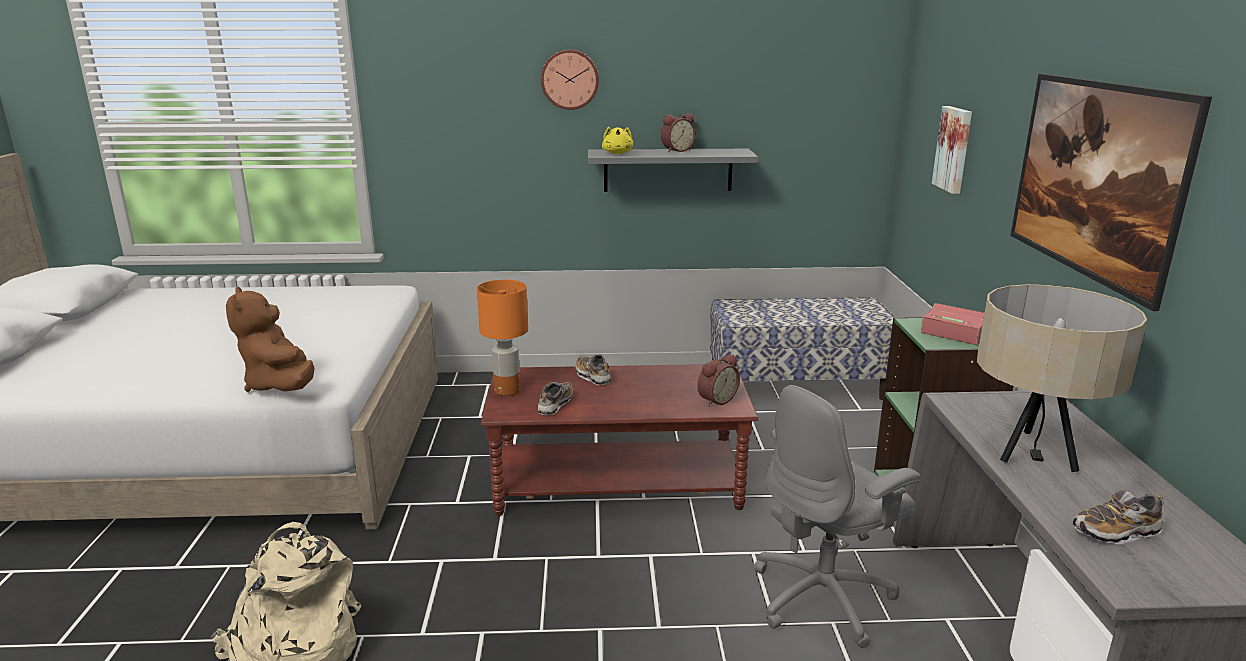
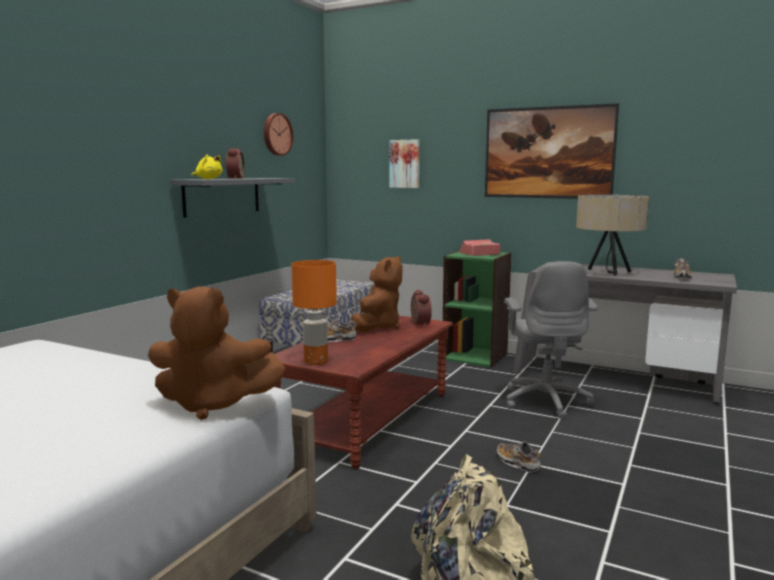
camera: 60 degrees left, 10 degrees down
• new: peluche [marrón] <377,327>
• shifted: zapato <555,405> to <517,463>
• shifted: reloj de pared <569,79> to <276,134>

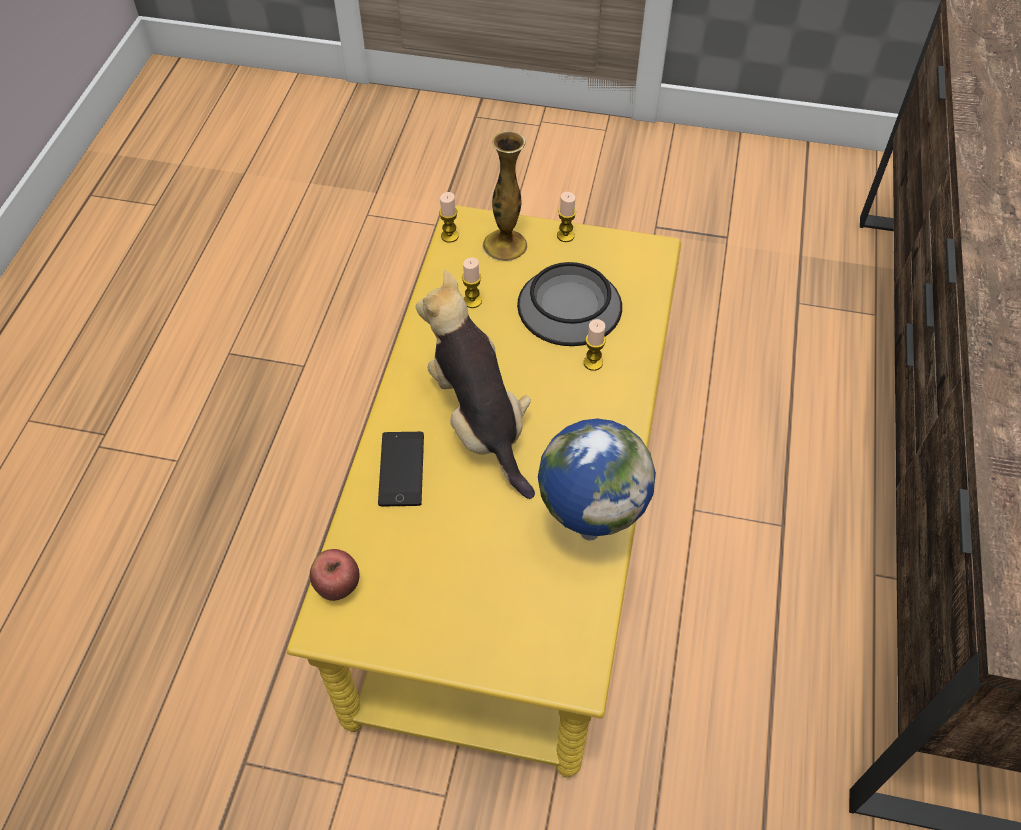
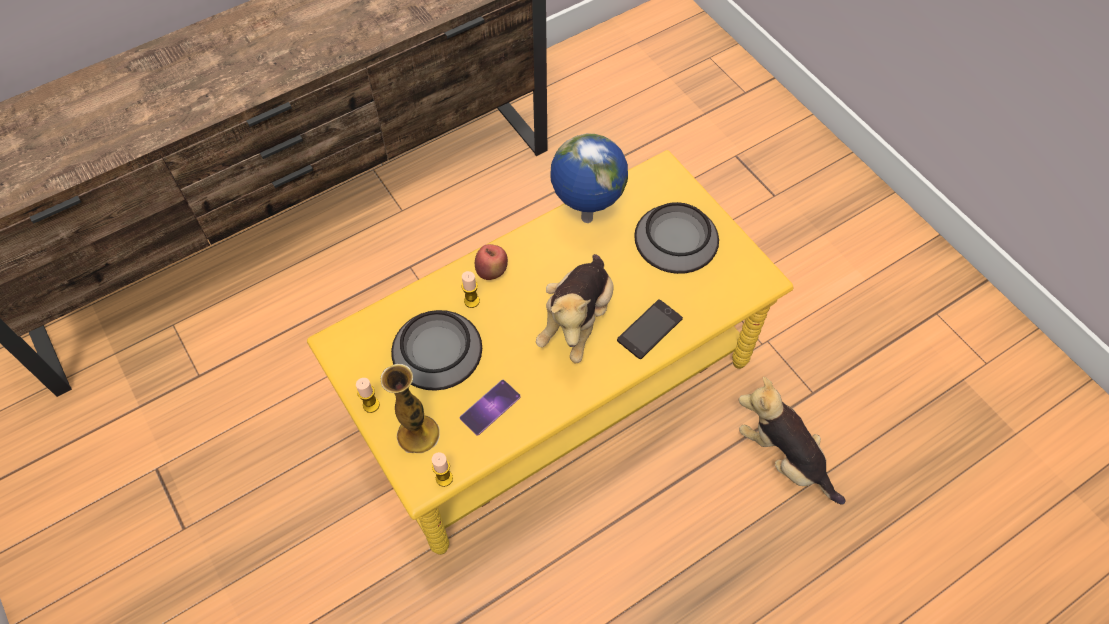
camera: 135 degrees left, 5 degrees up
• new: cuenco <676,238>
• new: peluche <784,458>
• shifted: manzana <338,586> to <492,272>
• swapped: vela <472,301> to móvil <490,407>

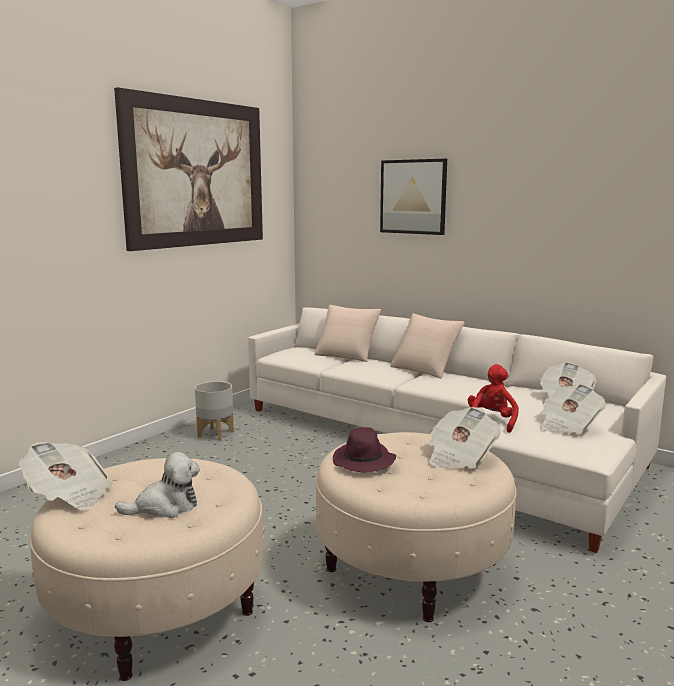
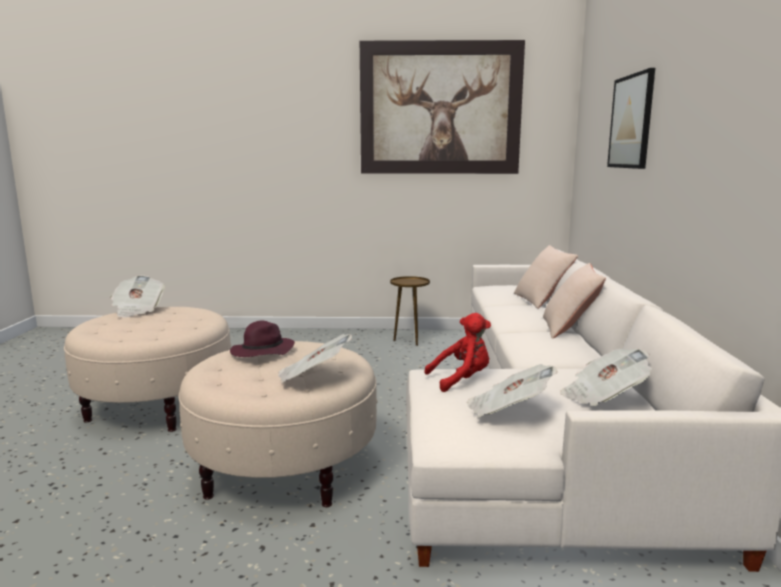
camera: 55 degrees right, 0 degrees up
• gone: peluche <165,507>
• swapped: maceta [gris] <215,434> to mesa auxiliar [marrón] <409,341>

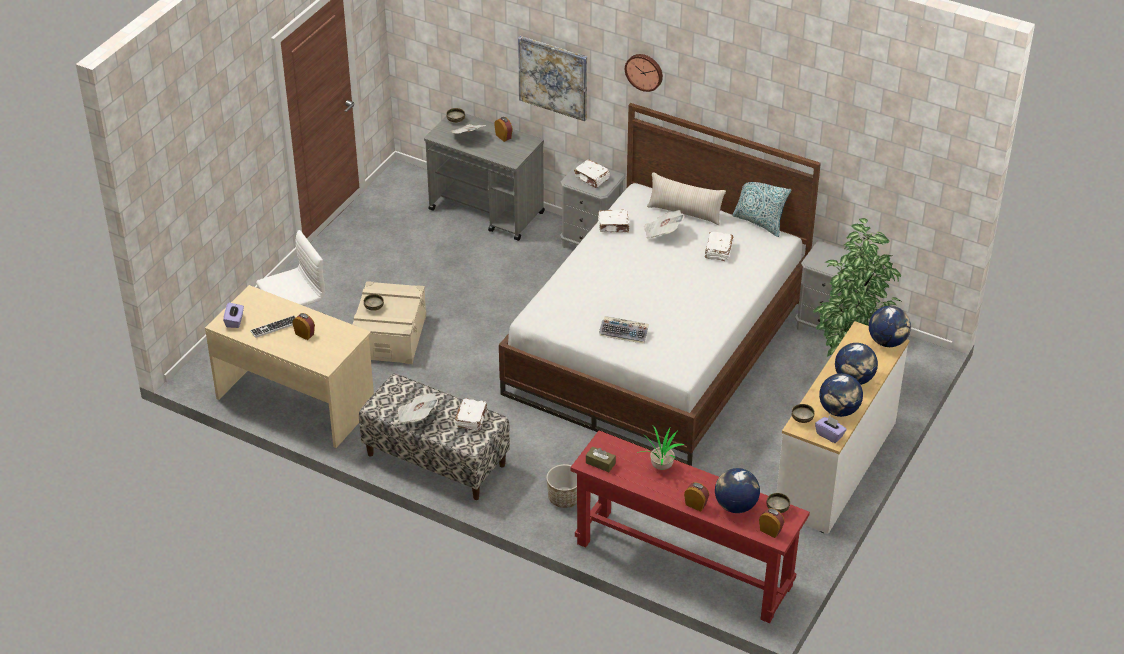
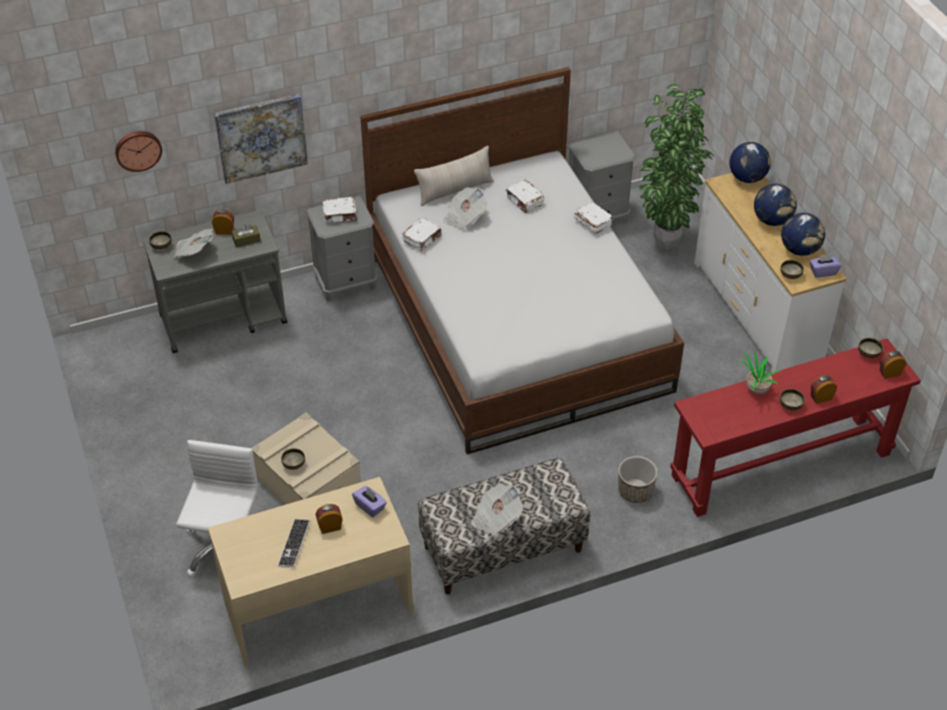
camera: 50 degrees left, 5 degrees up
• gone: teclado <624,333>
• gone: globo terráqueo <735,506>
• gone: cojín <759,222>
• new: cuenco <790,405>
• shifted: caja de pañuelos [morado] <235,321> to <370,506>
• shifted: libro [blanco] <472,419> to <592,222>
• shifted: caja de pañuelos [marrón] <600,463> to <246,240>
• shifted: reloj de pared <644,71> to <138,149>

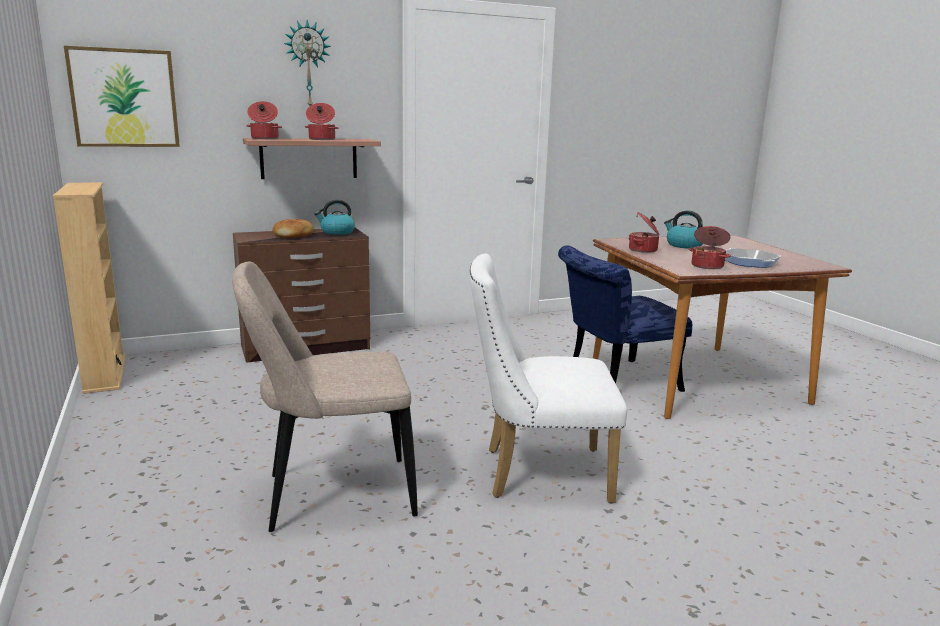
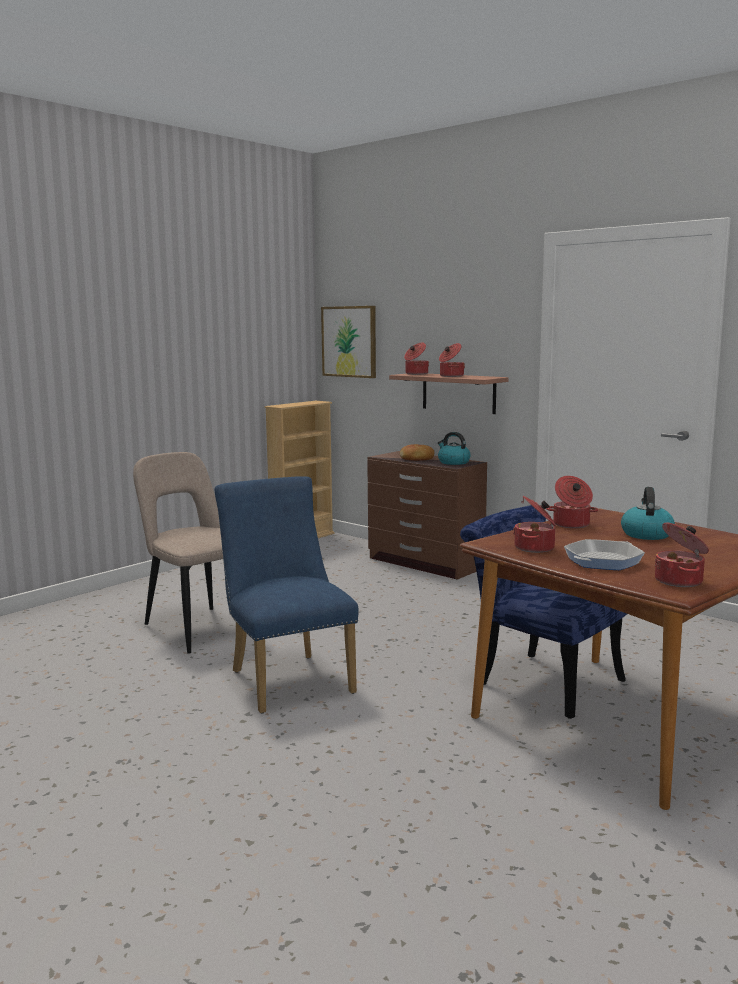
camera: 65 degrees right, 5 degrees down
• gone: reloj de pared <308,65>
• new: olla <680,581>
• repainted: silla [blanco] <536,473> to silla [azul] <287,678>

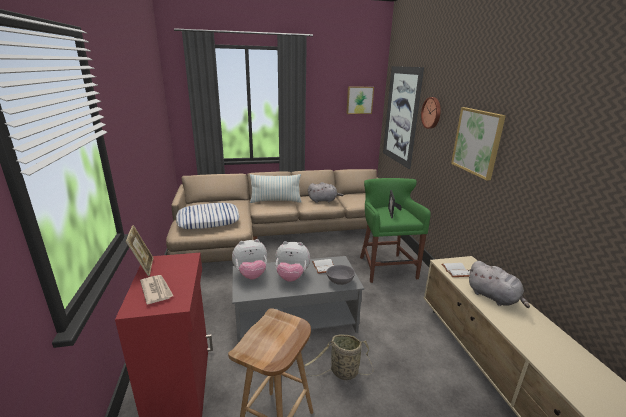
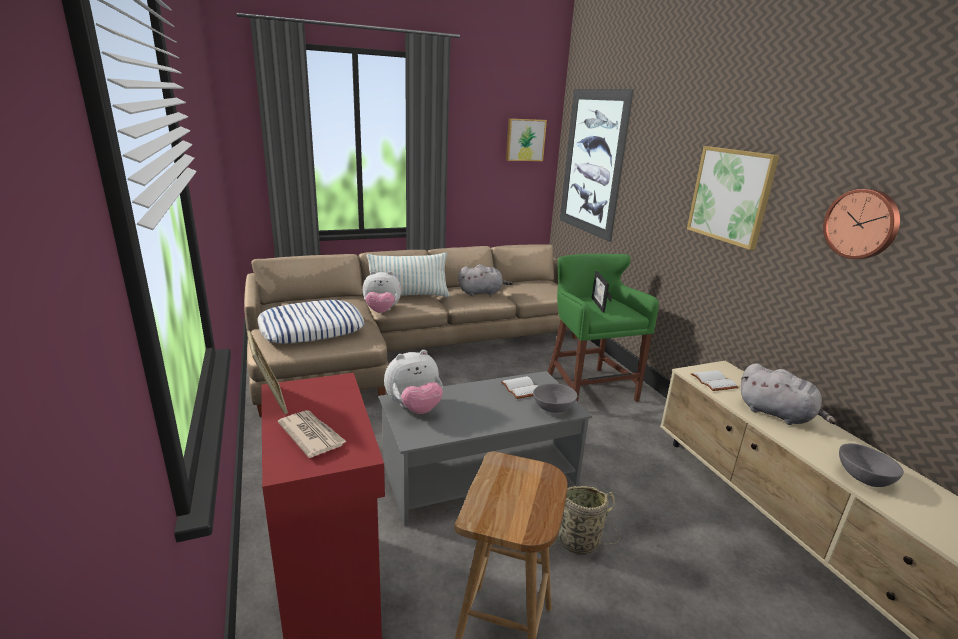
camera: 10 degrees left, 0 degrees up
• new: cuenco [gris] <863,477>
• shifted: peluche <291,277> to <381,311>
• shifted: reloj de pared <432,113> to <862,224>

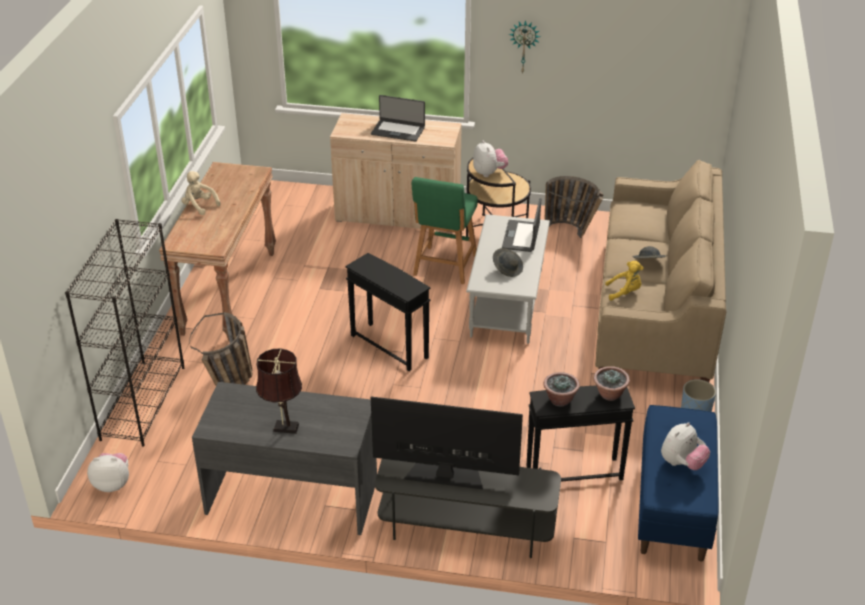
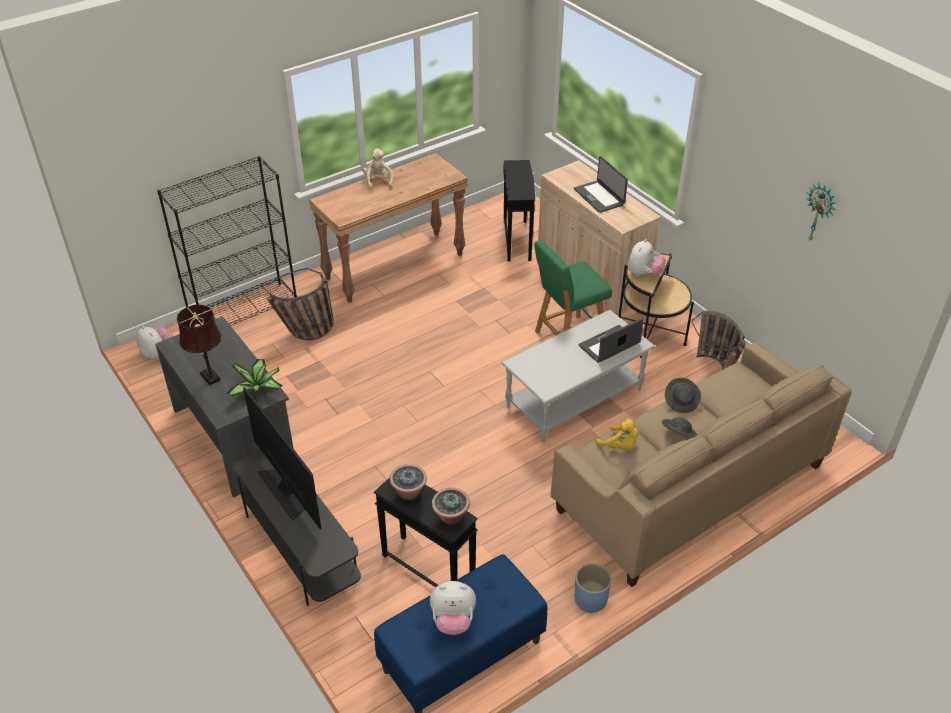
camera: 45 degrees right, 5 degrees up
• new: planta en maceta <257,387>
• shifted: mesa auxiliar [negro] <389,346> to <517,240>
• shifted: sombrero [gris] <507,269> to <681,401>
• shifted: reloj de pared <524,46> to <819,212>

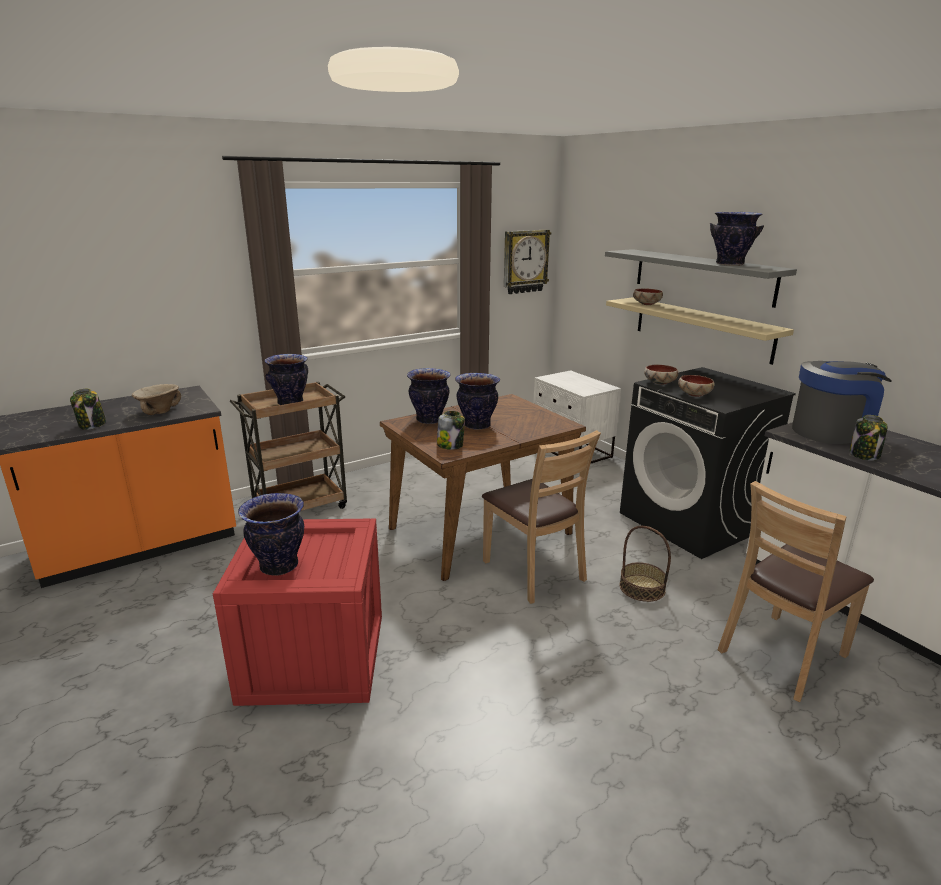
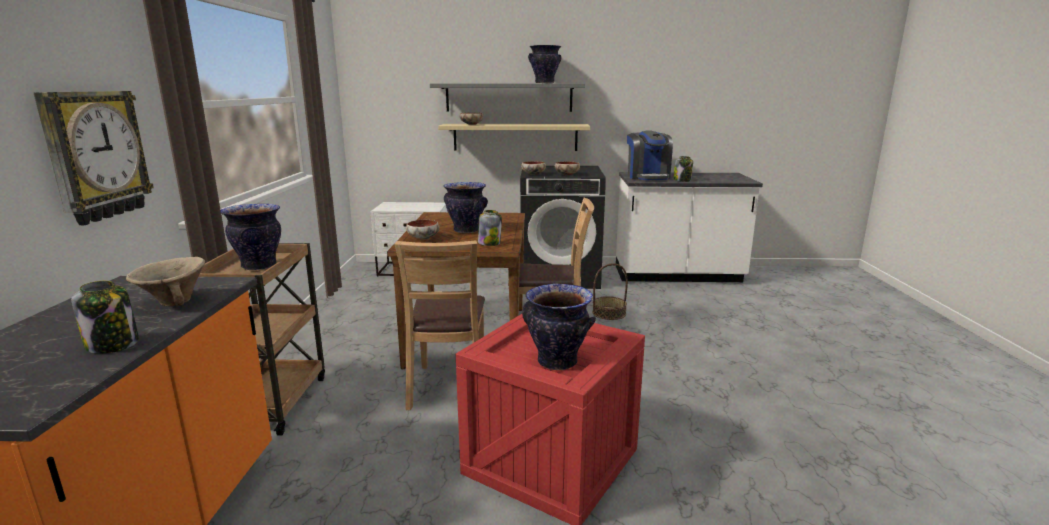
camera: 55 degrees left, 5 degrees down
• shifted: reloj de pared <525,261> to <95,155>
• shifted: silla [marrón] <782,655> to <449,387>
• swapped: florero <430,420> to cuenco <423,238>
• rotated: cafetera <832,432> = <648,177> 150 degrees clockwise

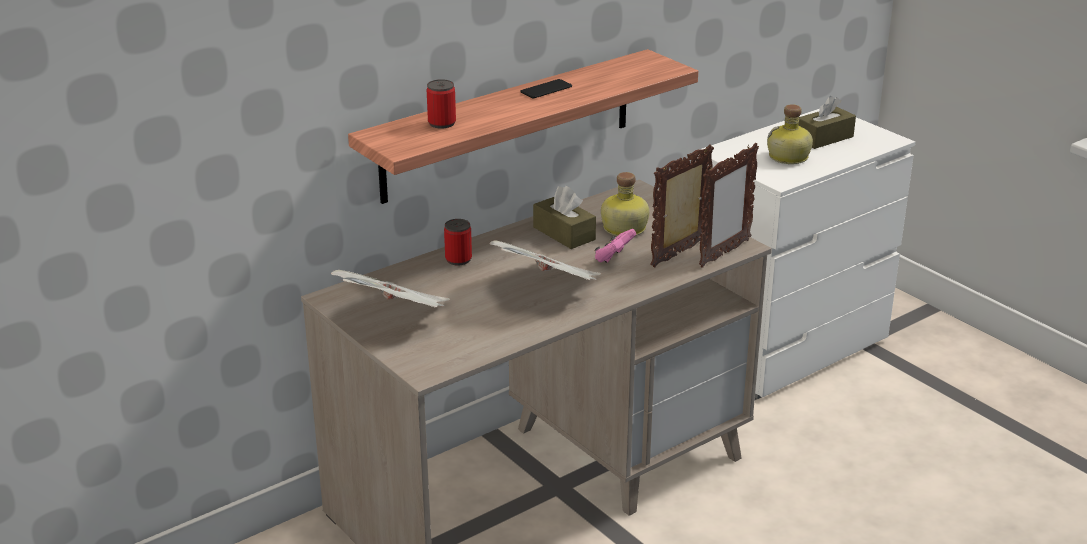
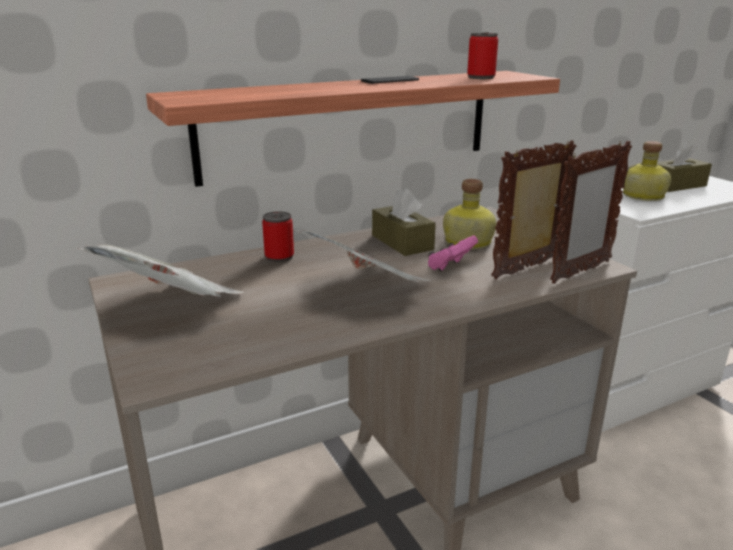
camera: 10 degrees right, 5 degrees down
• shifted: lata <442,123> to <481,77>

